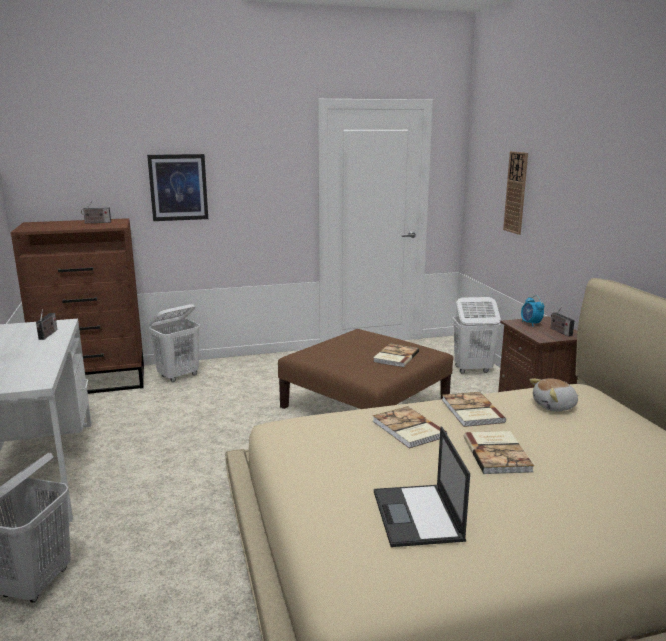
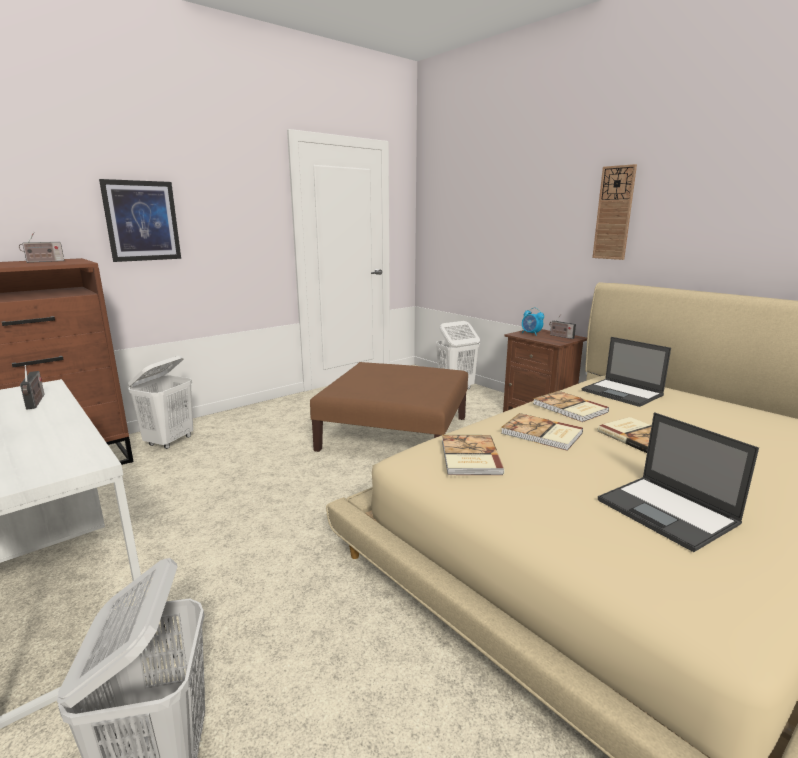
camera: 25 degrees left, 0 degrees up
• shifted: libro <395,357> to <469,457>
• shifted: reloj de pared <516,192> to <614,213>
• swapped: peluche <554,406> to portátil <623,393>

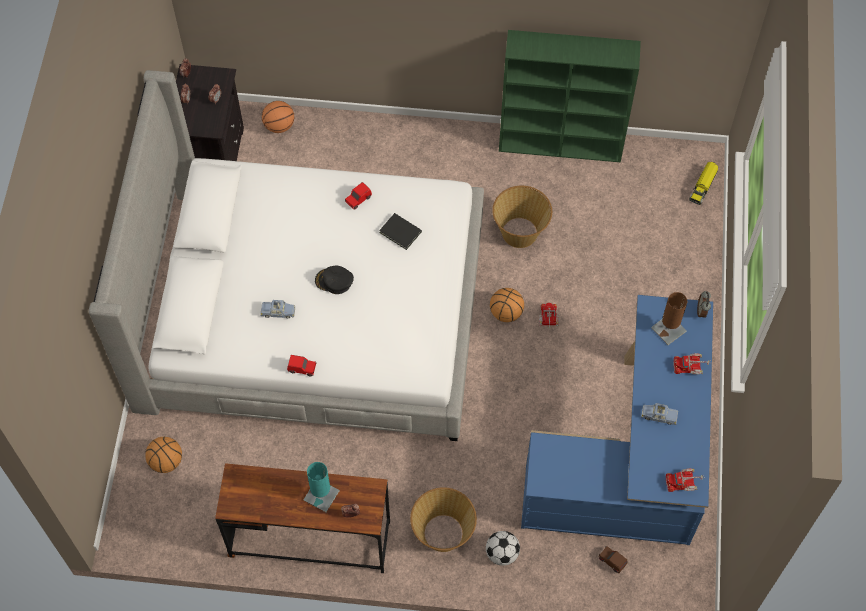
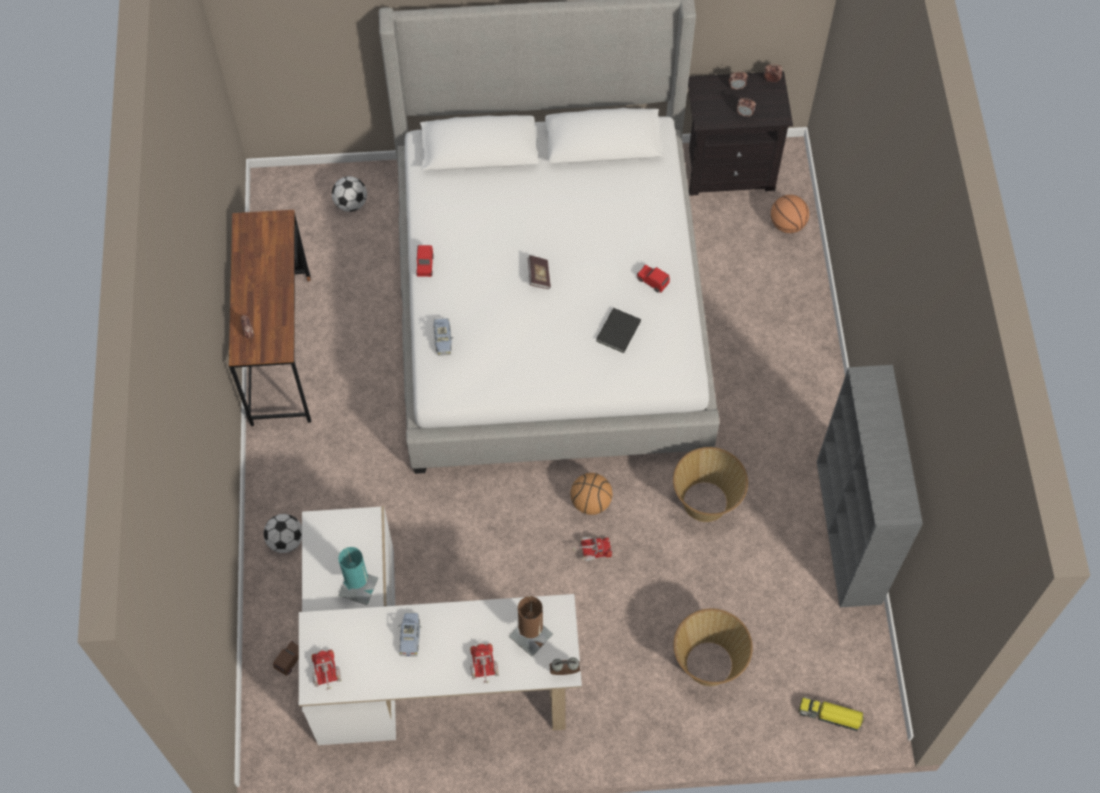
camera: 80 degrees right, 0 degrees up
• shifted: coche de juguete [azul] <278,312> to <443,339>
• shifted: lámpara de mesa [turquesa] <321,495> to <358,587>
• shifted: cesta <443,534> to <708,663>
• swapped: balón de baloncesto <166,461> to balón de fútbol <351,203>
• swapped: gorra [negro] <334,281> to libro <539,276>
• repainted: estantería [verde] <561,143> to estantería [gris] <849,533>
• repainted: escritorio [azul] <631,460> to escritorio [blanco] <419,667>

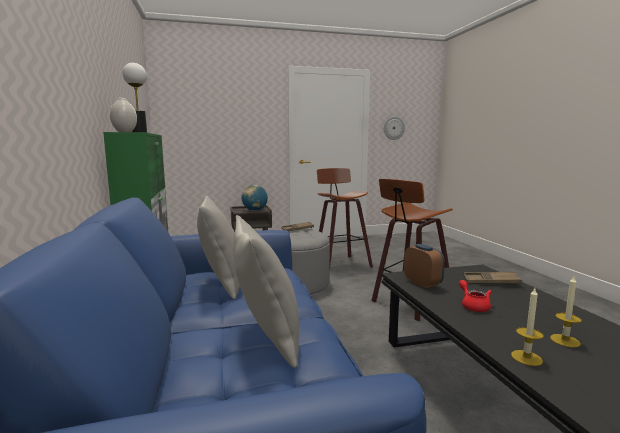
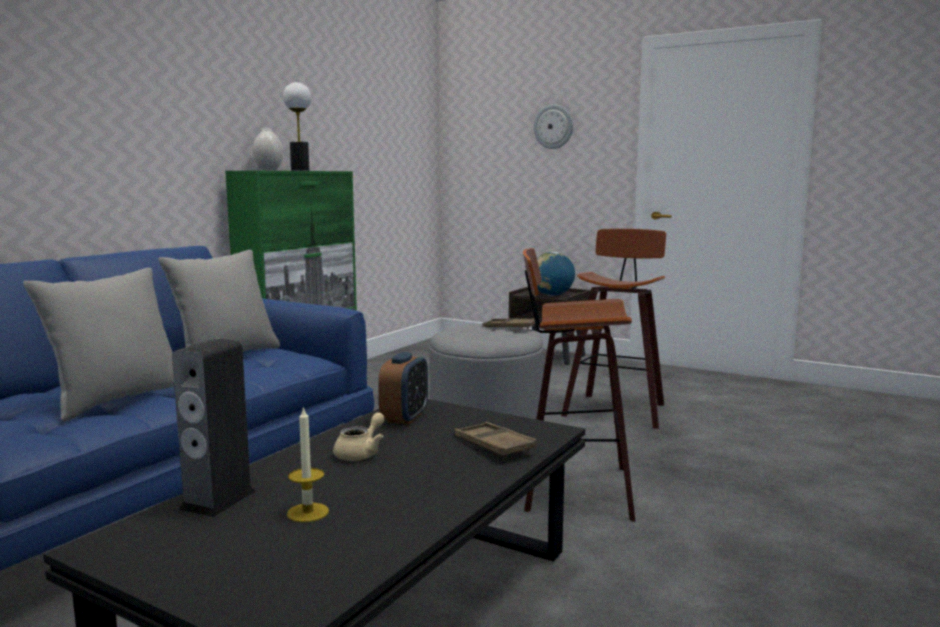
camera: 45 degrees right, 0 degrees up
• shifted: reloj de pared <393,128> to <553,126>
• swapped: vela <526,358> to altavoz <218,500>
• repainted: tetera [rojo] <473,306> to tetera [beis] <361,453>

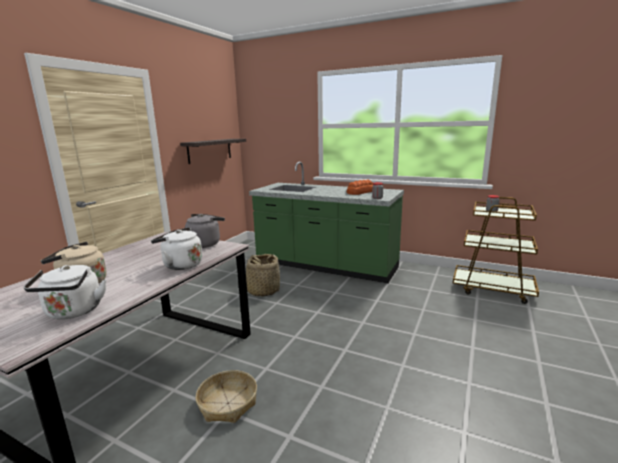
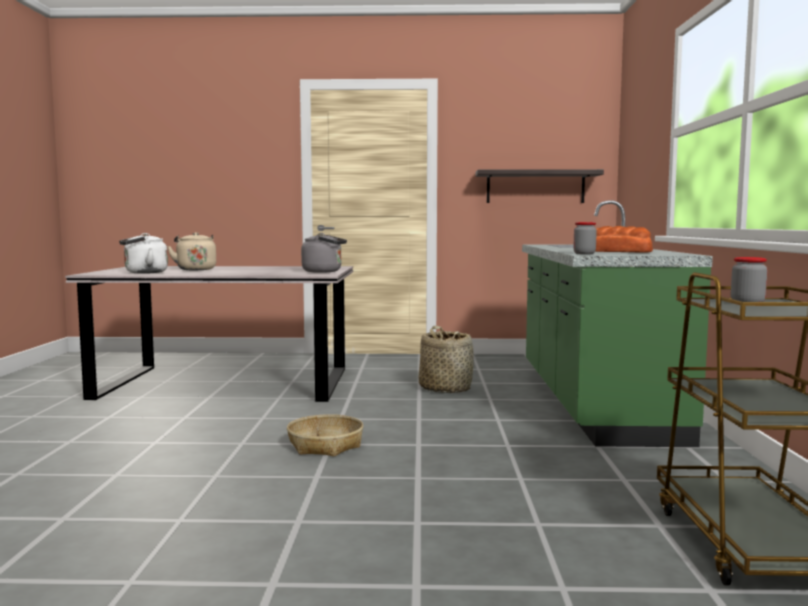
camera: 65 degrees right, 10 degrees down
• gone: hervidor [blanco] <180,265>
• shifted: cesta <228,403> to <325,445>

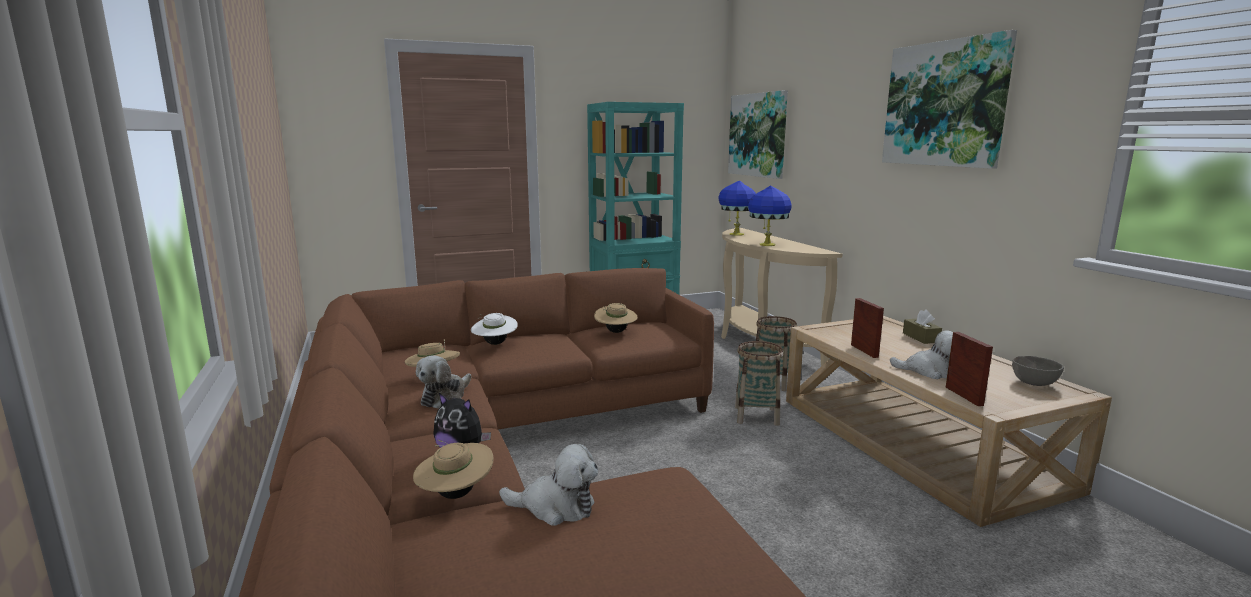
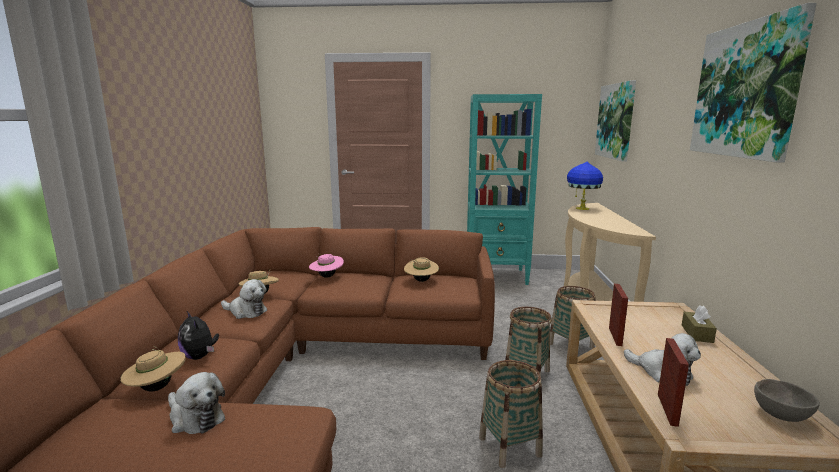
camera: 25 degrees right, 0 degrees up
• gone: lámpara de mesa [azul] <767,244>
• new: cesta <509,446>
• repainted: sombrero [blanco] <495,343> to sombrero [rosa] <327,276>
• rotated: peluche <445,397> = <246,312> 120 degrees counterclockwise

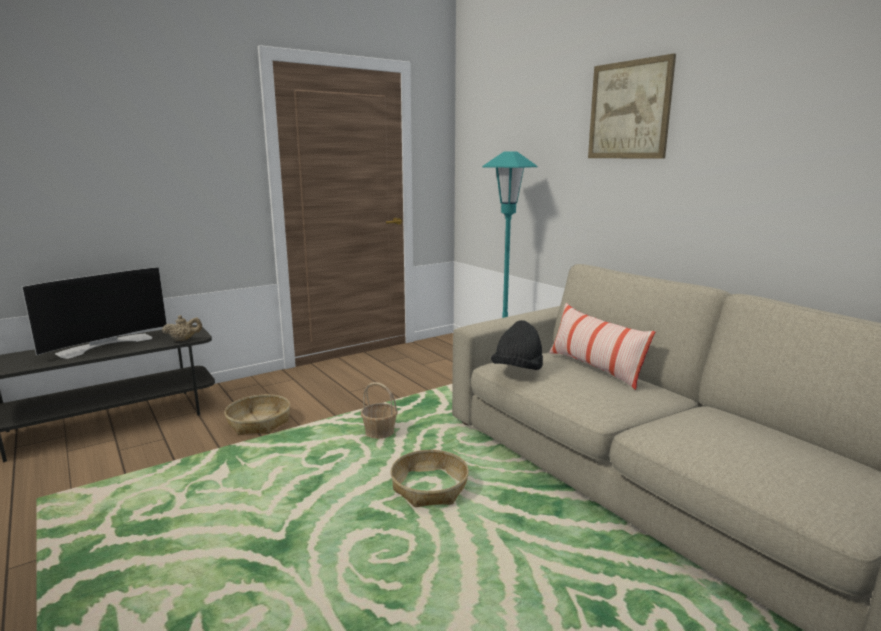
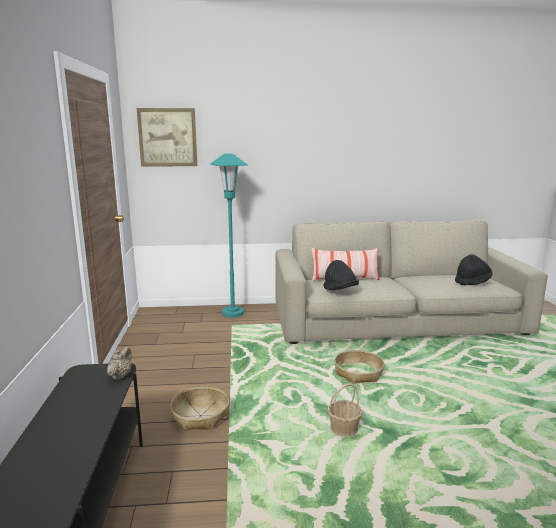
camera: 60 degrees left, 0 degrees up
• gone: televisor <105,344>
• new: sombrero [negro] <472,282>
• shifted: cesta <380,433> to <344,429>
• shifted: cuadro <629,110> to <167,137>

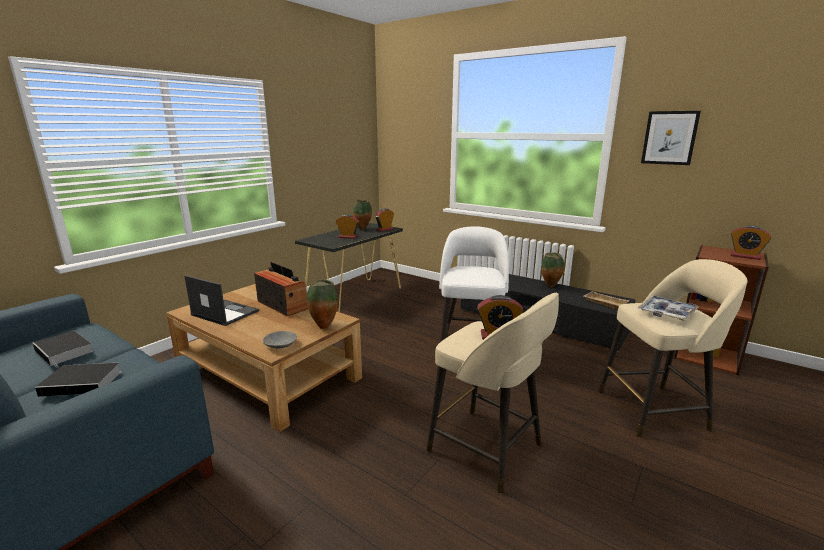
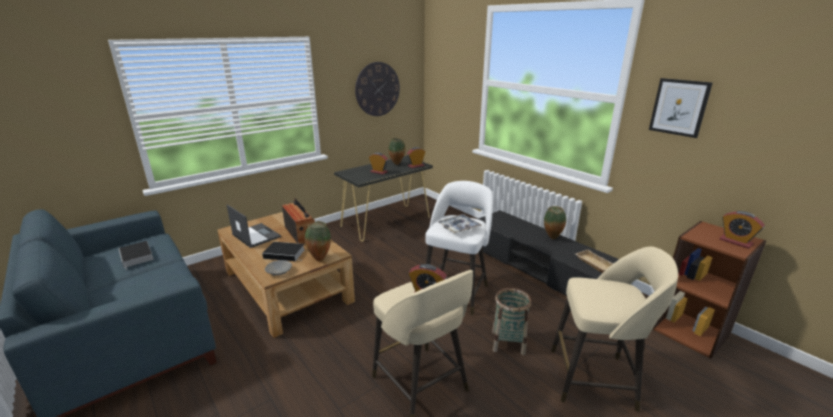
camera: 15 degrees right, 5 degrees up
• new: reloj de pared <377,89>
• new: cesta <508,342>
• shifted: libro <84,383> to <285,253>
• shifted: bandeja <667,313> to <459,227>

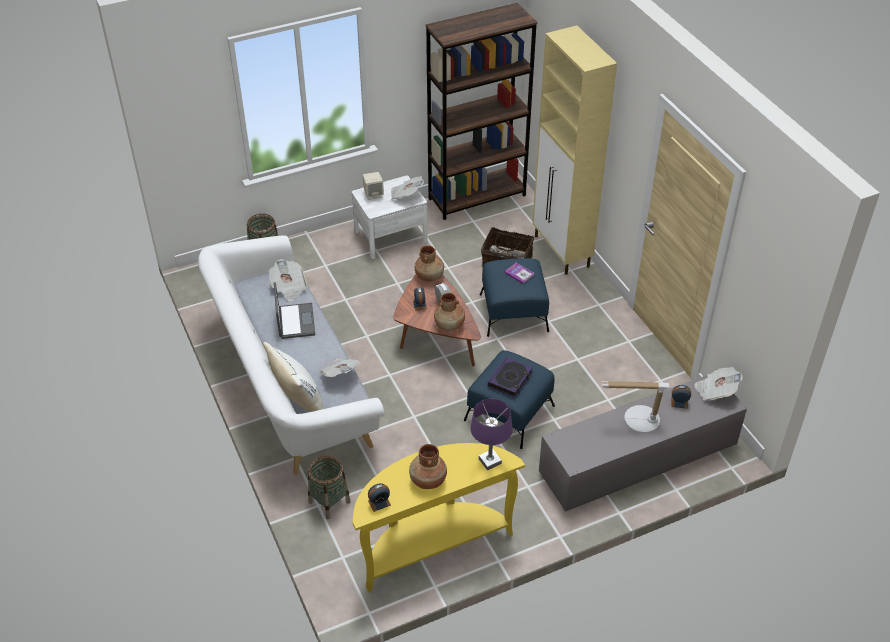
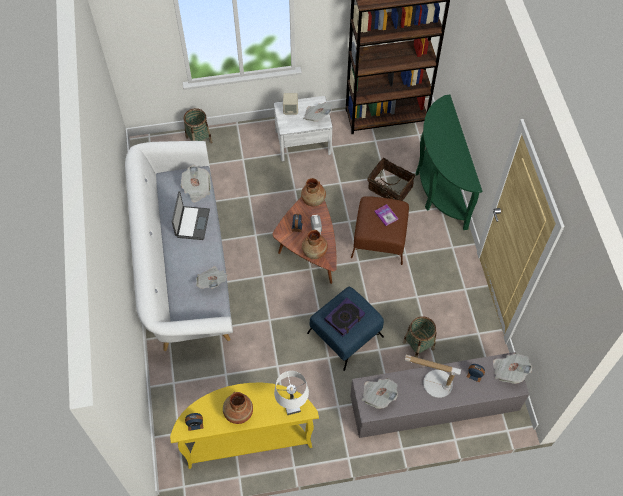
camera: 15 degrees right, 15 degrees up
• gone: cojín [blanco] <297,401>
• new: periódico <378,395>
• shifted: cesta <329,502> to <418,345>
• swapped: armario [beis] <562,252> to mesa consola [verde] <439,188>
• repainted: lámpara de mesa [morado] <490,461> to lámpara de mesa [blanco] <292,407>
• repainted: puf [azul] <513,313> to puf [marrón] <379,239>

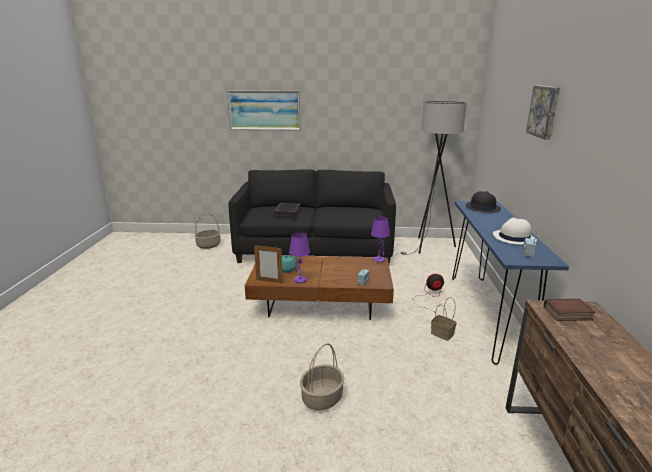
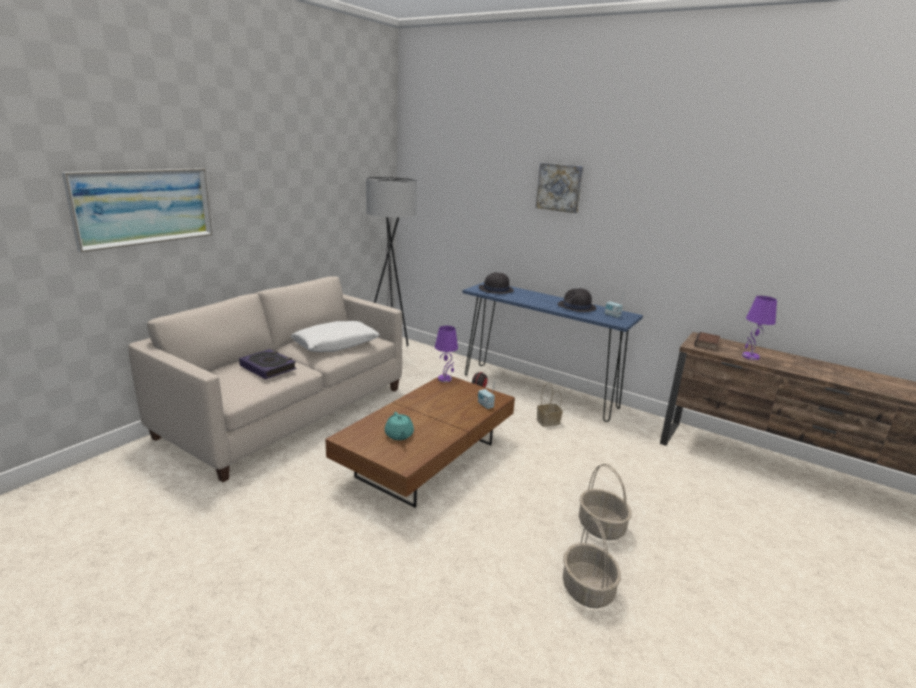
camera: 60 degrees left, 0 degrees up
• gone: portarretratos <269,281>
• new: cojín [blanco] <336,344>
• shifted: cesta <208,245> to <588,590>
• shifted: lámpara de mesa [morado] <299,280> to <750,357>
• repainted: sofá [negro] <315,250> to sofá [beis] <288,411>
• repainted: sombrero [blanco] <513,238> to sombrero [negro] <576,307>

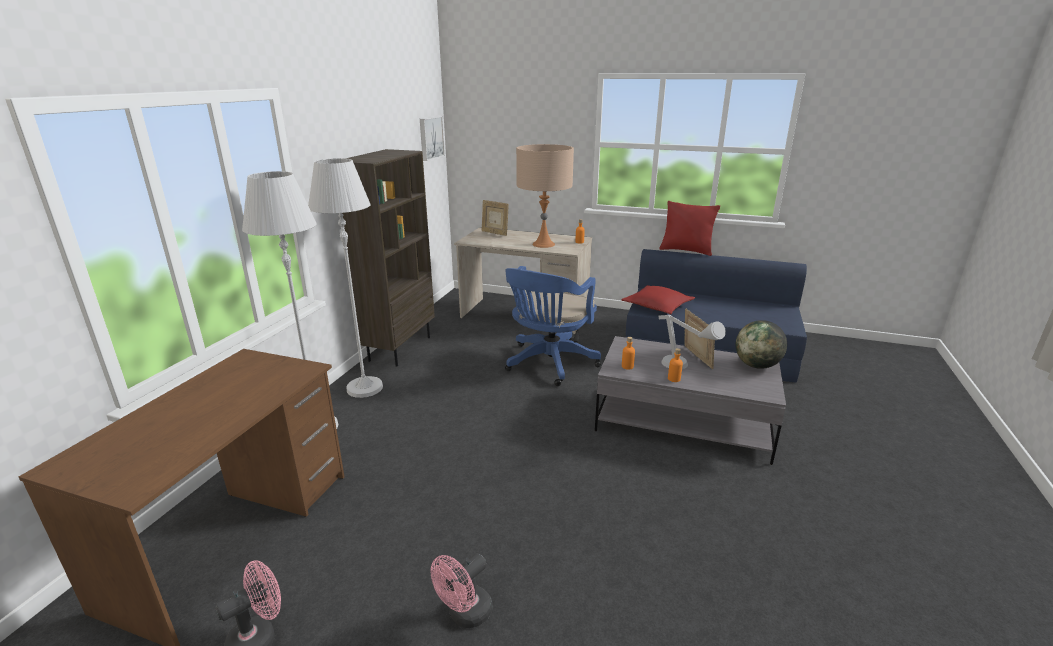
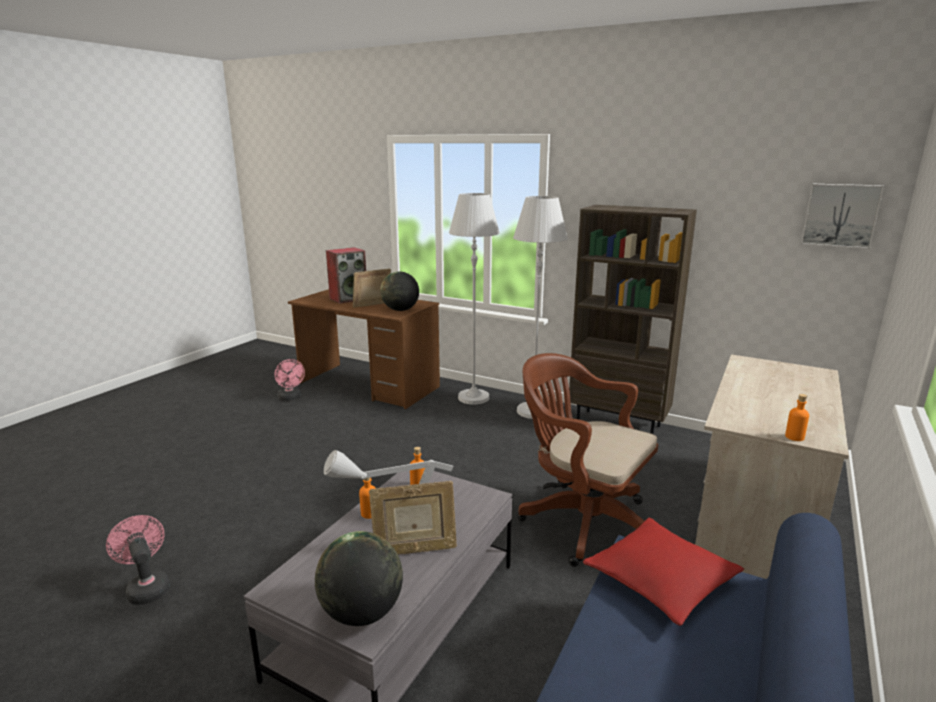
camera: 100 degrees right, 5 degrees down
• gone: lámpara de mesa [beis] <543,244>
• gone: cojín [rojo] <686,251>
• new: altavoz <349,298>
• new: globo terráqueo <400,310>
• shifted: ventilador [rosa] <465,615> to <147,587>
• shifted: portarretratos <495,233> to <372,306>
• repainted: silla de oficina [azul] <549,364> to silla de oficina [marrón] <581,520>

